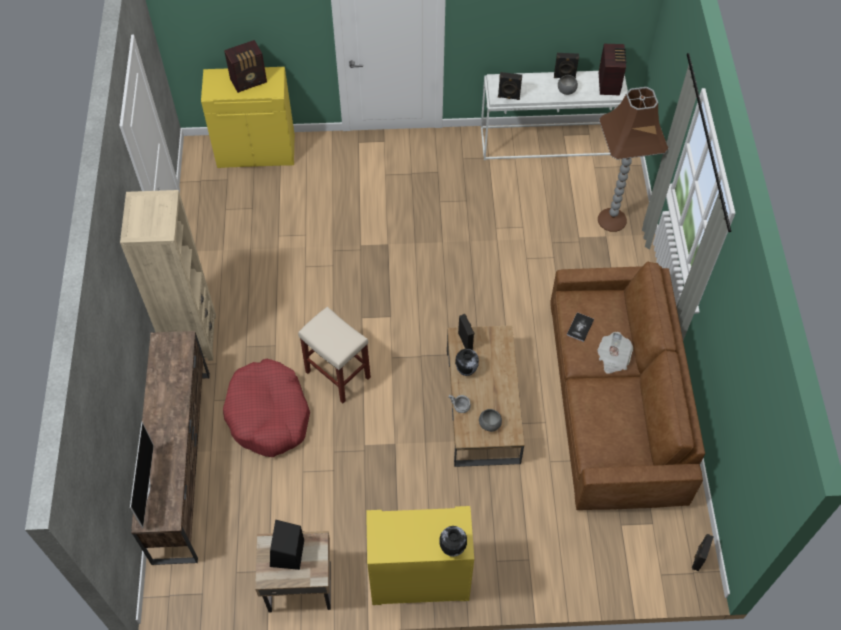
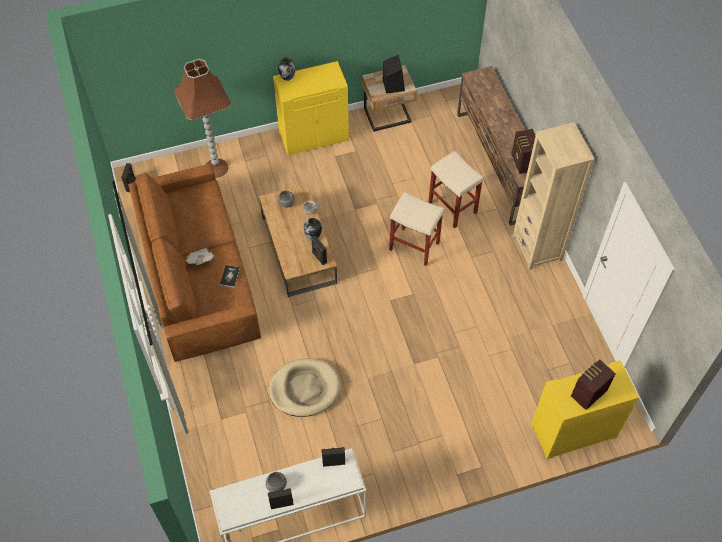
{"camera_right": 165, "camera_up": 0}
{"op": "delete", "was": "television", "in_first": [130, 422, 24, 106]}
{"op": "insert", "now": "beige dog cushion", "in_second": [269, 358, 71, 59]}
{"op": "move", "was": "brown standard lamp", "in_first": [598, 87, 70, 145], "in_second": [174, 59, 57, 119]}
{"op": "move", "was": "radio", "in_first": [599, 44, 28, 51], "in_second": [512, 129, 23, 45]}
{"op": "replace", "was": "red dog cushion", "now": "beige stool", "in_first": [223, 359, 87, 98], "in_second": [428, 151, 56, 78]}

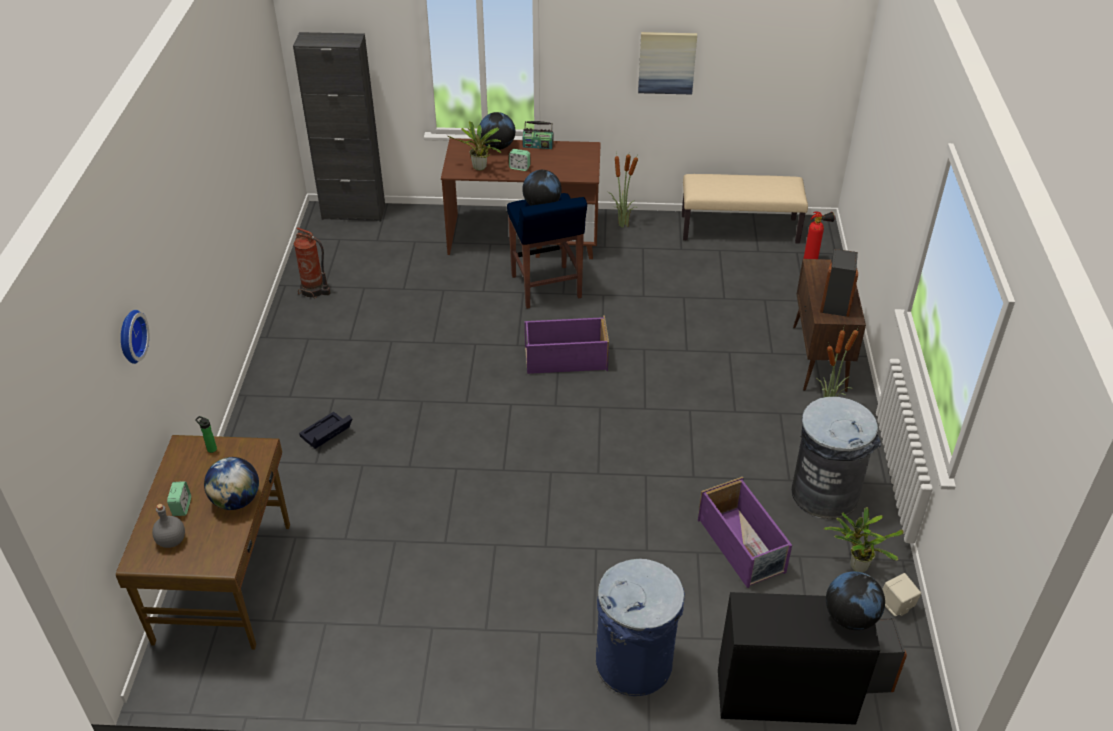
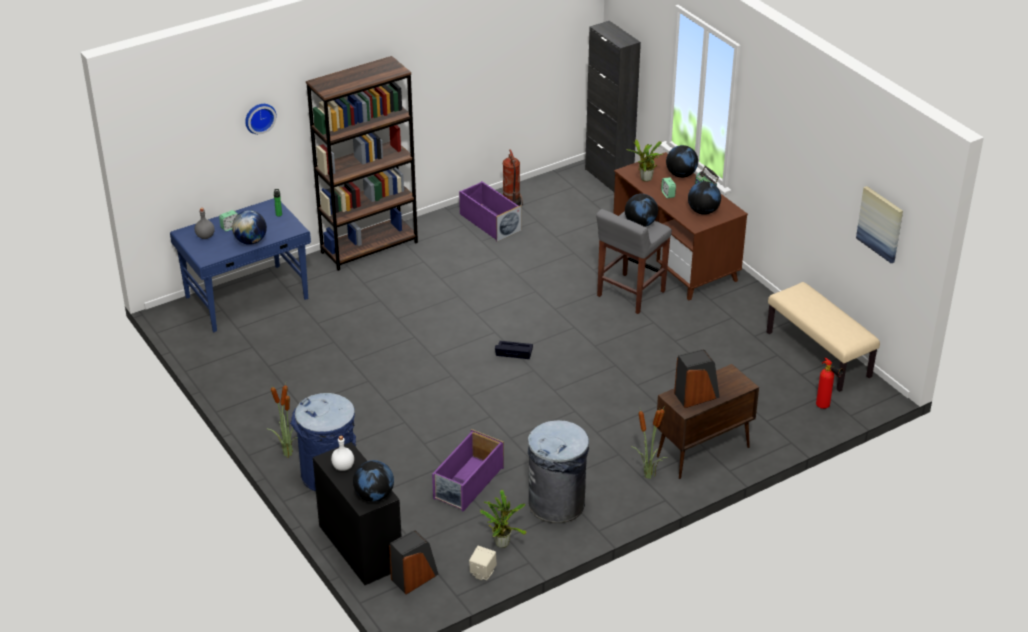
{"camera_right": 55, "camera_up": -5}
{"op": "insert", "now": "brown bookshelf", "in_second": [306, 56, 112, 215]}
{"op": "insert", "now": "whitish beverage bottle", "in_second": [331, 436, 23, 35]}
{"op": "insert", "now": "world globe", "in_second": [688, 181, 33, 34]}
{"op": "move", "was": "blackish storage bin", "in_first": [299, 412, 53, 37], "in_second": [495, 341, 38, 18]}
{"op": "move", "was": "purple storage bin", "in_first": [525, 315, 84, 59], "in_second": [459, 181, 63, 61]}
{"op": "move", "was": "houseplant", "in_first": [607, 152, 31, 75], "in_second": [266, 384, 31, 74]}
{"op": "move", "was": "picture", "in_first": [638, 32, 59, 62], "in_second": [856, 186, 47, 78]}
{"op": "recolor", "was": "brown desk table", "now": "bluish desk table", "in_first": [116, 435, 174, 215], "in_second": [170, 198, 141, 134]}
{"op": "recolor", "was": "bluish stool", "now": "grey stool", "in_first": [507, 193, 80, 116], "in_second": [596, 209, 76, 105]}

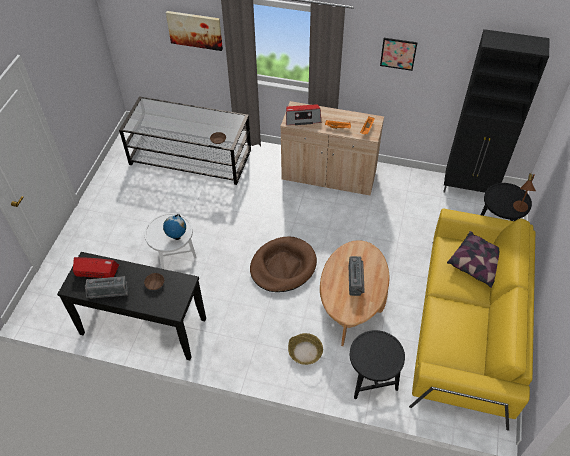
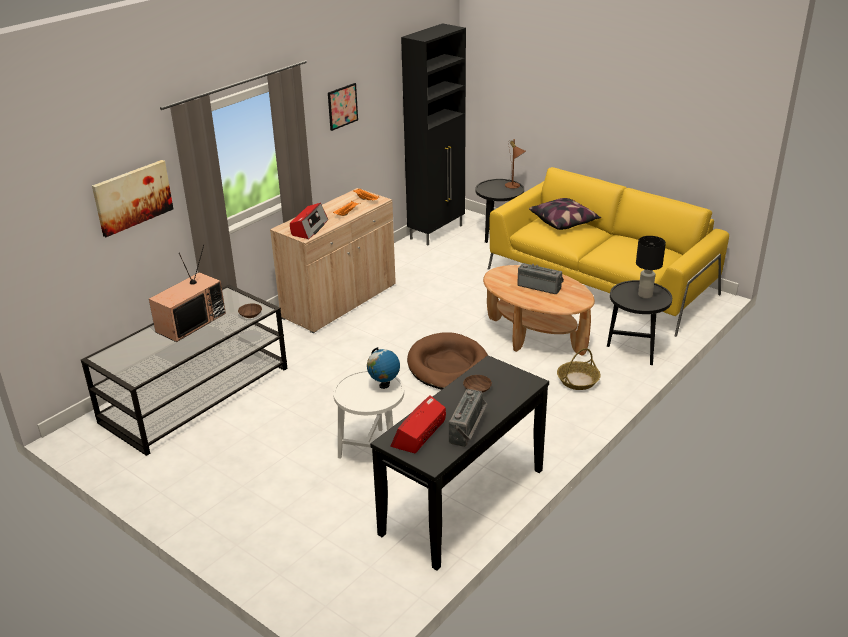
{"camera_right": -65, "camera_up": -20}
{"op": "insert", "now": "television", "in_second": [149, 245, 77, 97]}
{"op": "insert", "now": "blackish table lamp", "in_second": [636, 236, 30, 63]}

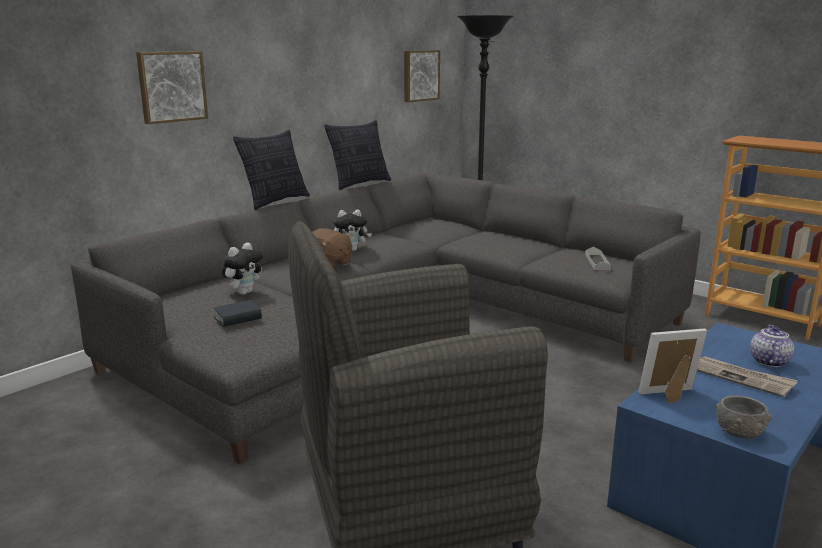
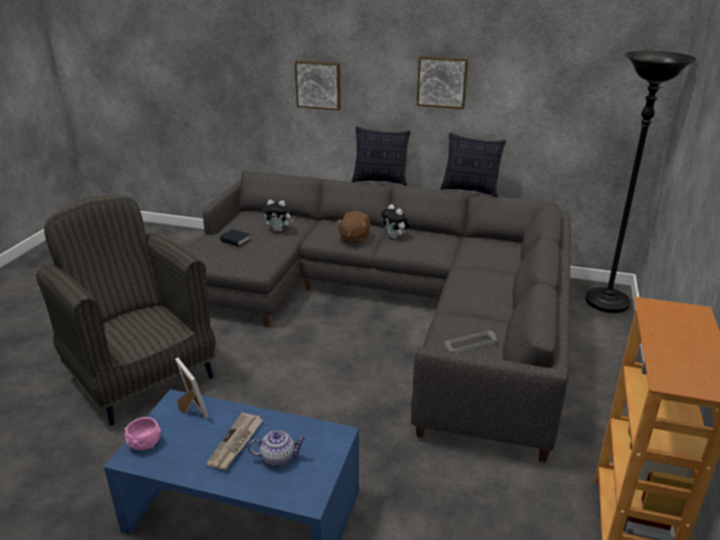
{"camera_right": 65, "camera_up": 10}
{"op": "move", "was": "picture", "in_first": [404, 50, 36, 52], "in_second": [417, 56, 51, 53]}
{"op": "recolor", "was": "grey deep dish", "now": "pinkish deep dish", "in_first": [715, 396, 57, 43], "in_second": [125, 417, 36, 33]}

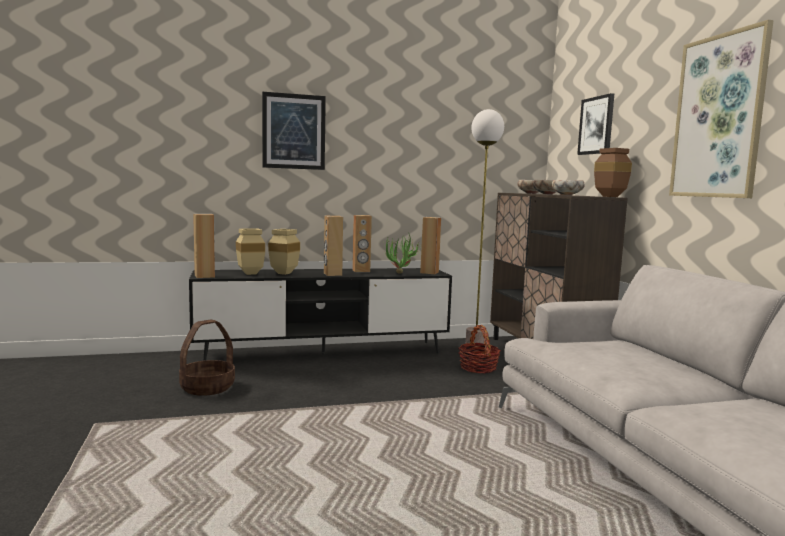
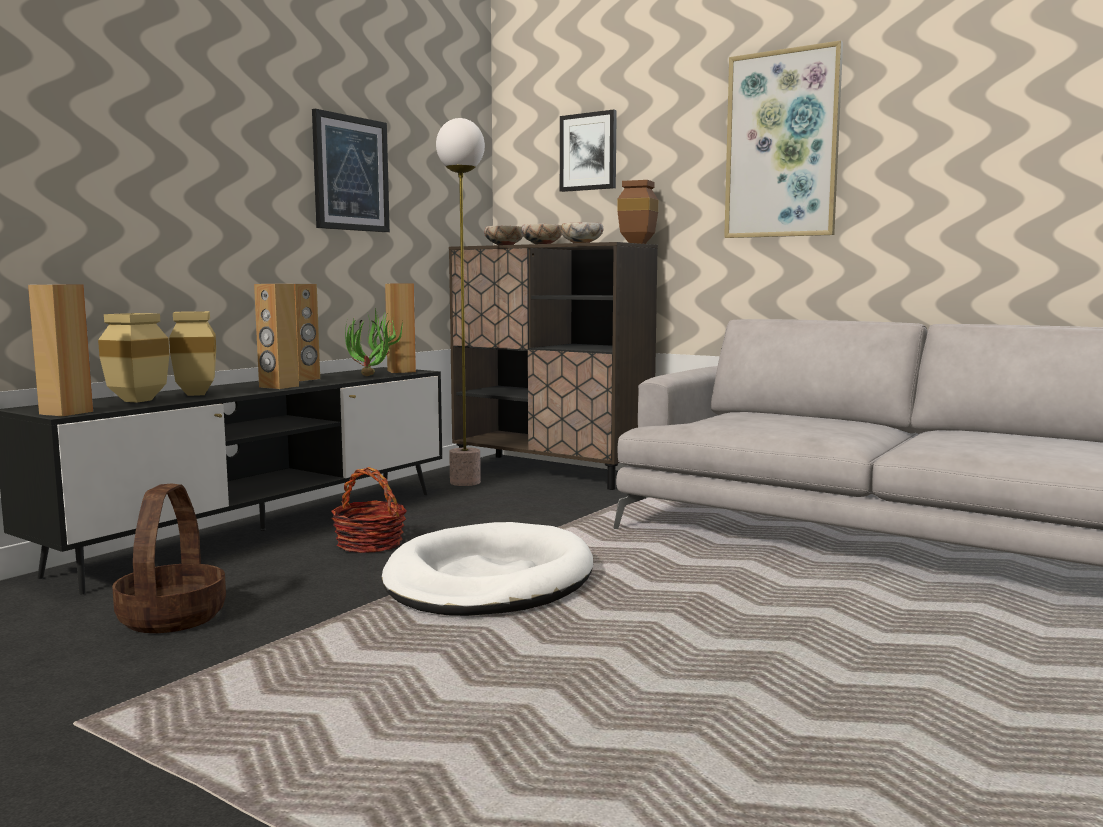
{"camera_right": -40, "camera_up": 0}
{"op": "insert", "now": "whitish dog cushion", "in_second": [381, 522, 212, 94]}
{"op": "move", "was": "picture", "in_first": [262, 92, 64, 78], "in_second": [312, 109, 78, 123]}
{"op": "move", "was": "storage basket", "in_first": [458, 325, 43, 49], "in_second": [331, 467, 76, 86]}

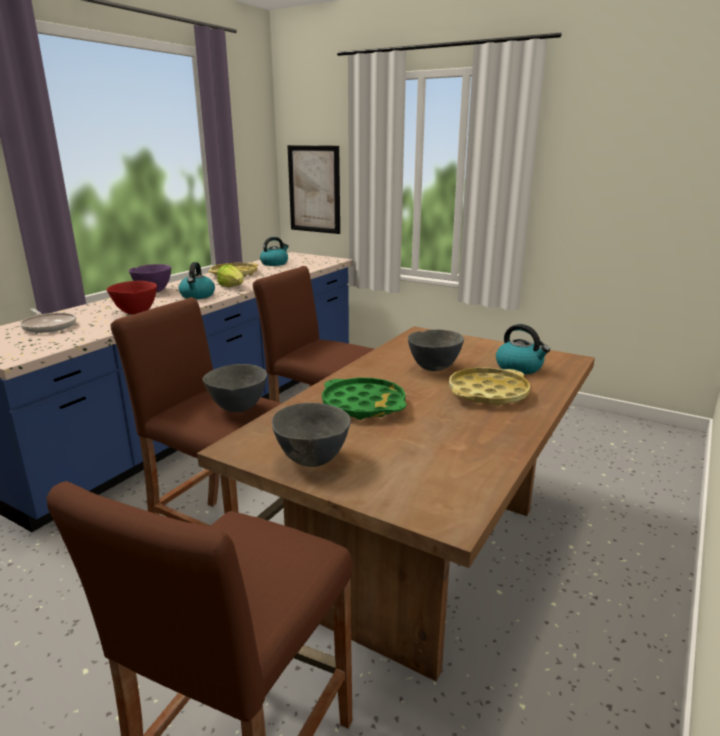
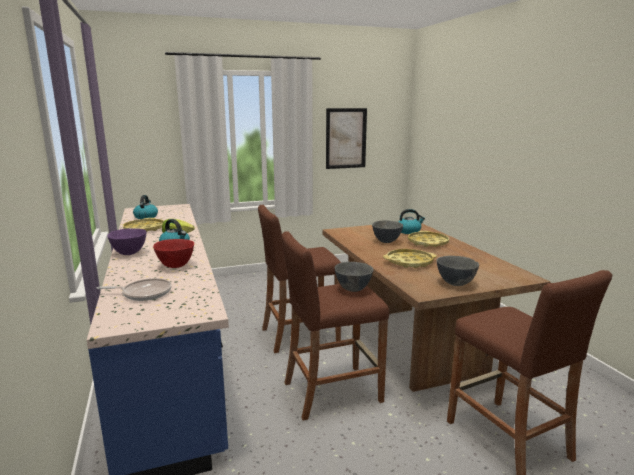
{"camera_right": -50, "camera_up": -5}
{"op": "move", "was": "picture", "in_first": [287, 145, 53, 89], "in_second": [326, 108, 41, 61]}
{"op": "recolor", "was": "green tray", "now": "yellow-coloured tray", "in_first": [322, 378, 84, 42], "in_second": [383, 249, 54, 19]}

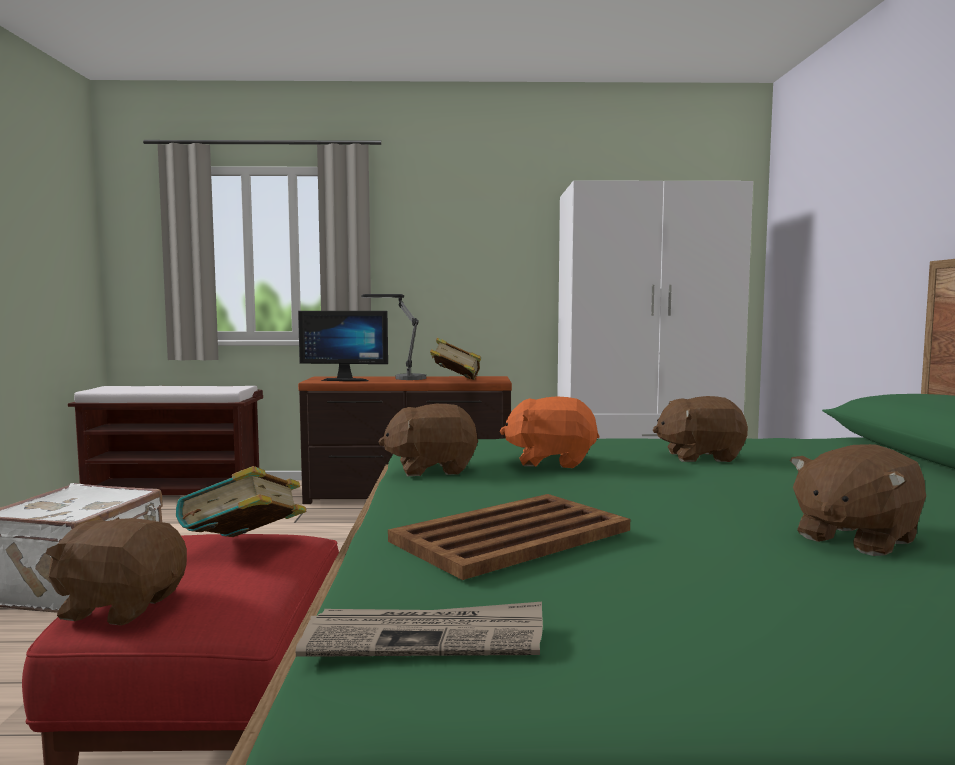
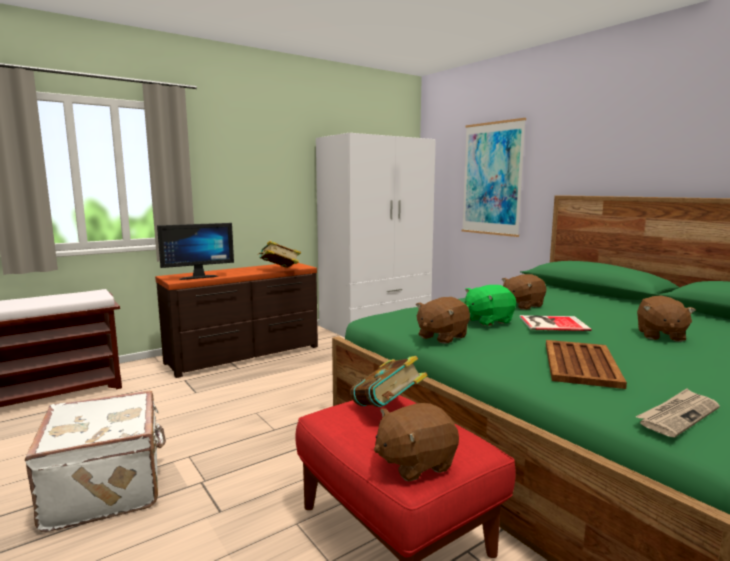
{"camera_right": -35, "camera_up": 5}
{"op": "delete", "was": "table lamp", "in_first": [361, 294, 65, 86]}
{"op": "insert", "now": "picture", "in_second": [462, 118, 64, 119]}
{"op": "insert", "now": "bound book", "in_second": [520, 315, 72, 16]}
{"op": "recolor", "was": "orange soft toy", "now": "green soft toy", "in_first": [500, 396, 99, 72], "in_second": [464, 285, 52, 41]}

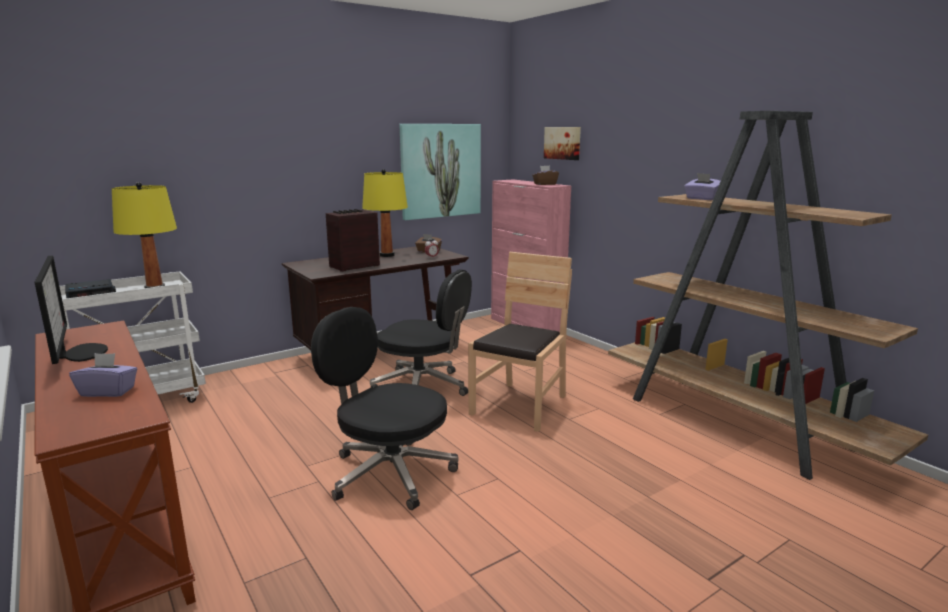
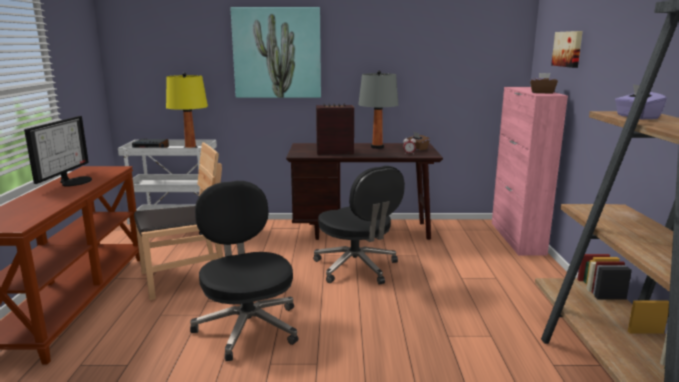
{"camera_right": 35, "camera_up": 0}
{"op": "delete", "was": "purple box of tissues", "in_first": [69, 353, 68, 44]}
{"op": "move", "was": "picture", "in_first": [400, 124, 81, 96], "in_second": [230, 7, 91, 91]}
{"op": "move", "was": "brown chair", "in_first": [468, 252, 104, 180], "in_second": [134, 142, 89, 158]}
{"op": "recolor", "was": "yellow-coloured table lamp", "now": "grey table lamp", "in_first": [362, 169, 46, 88], "in_second": [358, 70, 40, 79]}

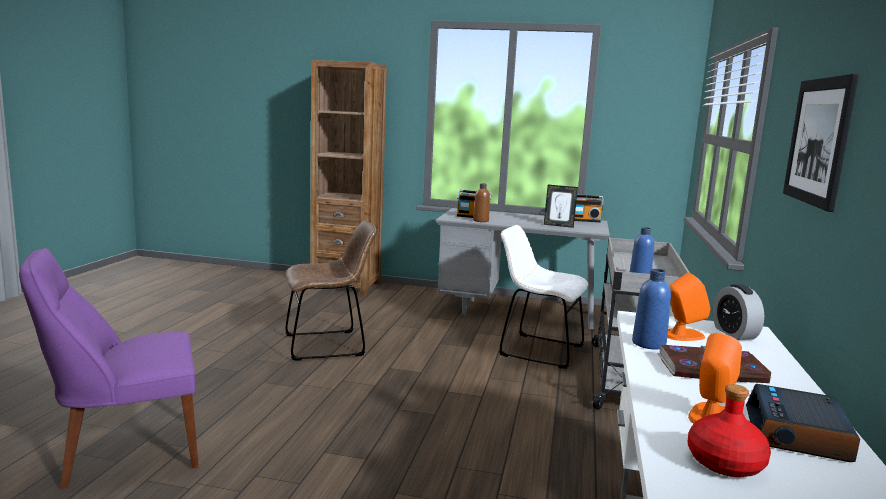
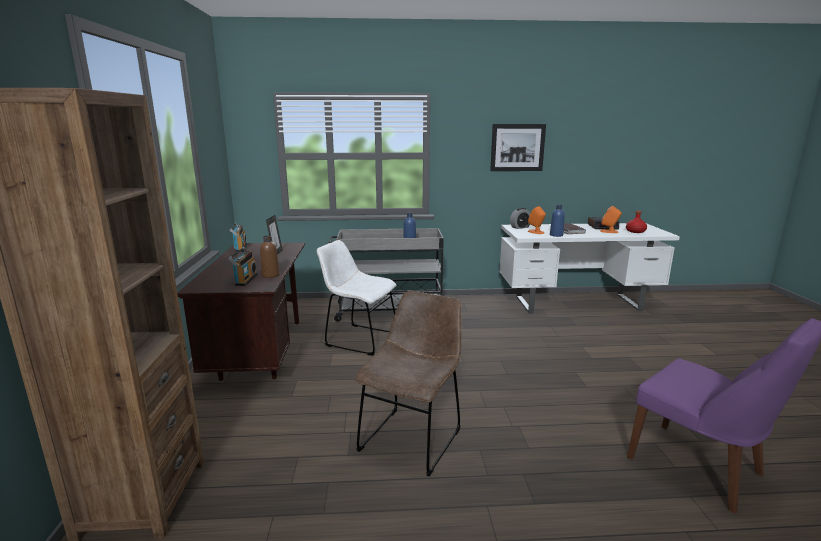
{"camera_right": -105, "camera_up": 5}
{"op": "recolor", "was": "grey desk table", "now": "brown desk table", "in_first": [436, 208, 174, 121], "in_second": [177, 243, 128, 138]}
{"op": "rotate", "was": "brown chair", "in_first": [285, 220, 92, 141], "in_second": [355, 291, 107, 185], "clockwise": 60}
{"op": "rotate", "was": "whitish chair", "in_first": [499, 225, 90, 144], "in_second": [317, 240, 79, 116], "clockwise": 105}

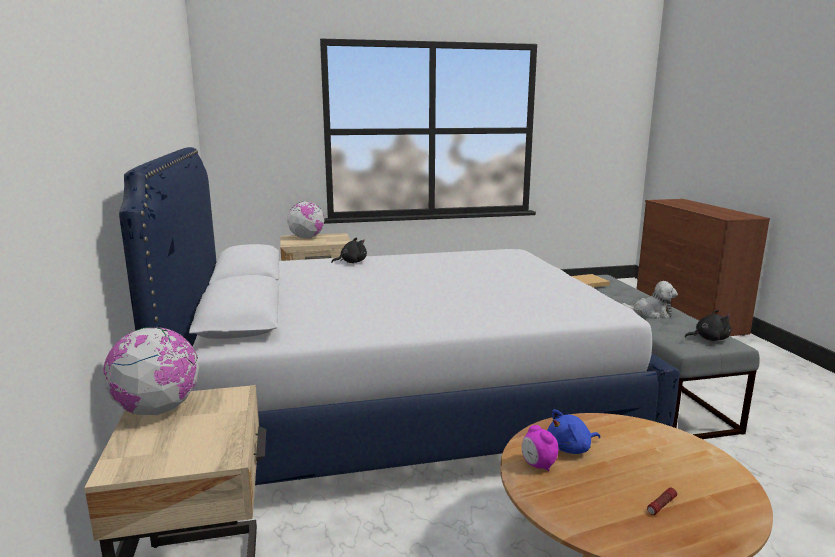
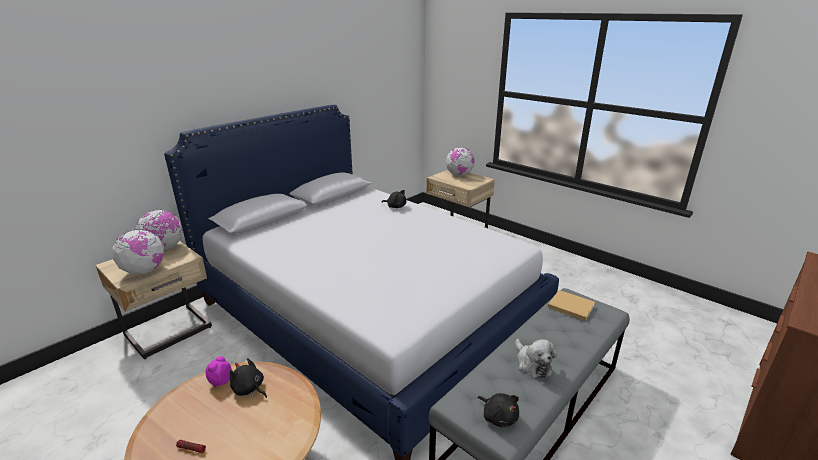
{"camera_right": 55, "camera_up": 10}
{"op": "insert", "now": "world globe", "in_second": [112, 229, 52, 46]}
{"op": "recolor", "was": "bluish soft toy", "now": "blackish soft toy", "in_first": [547, 409, 53, 45], "in_second": [230, 358, 37, 40]}

